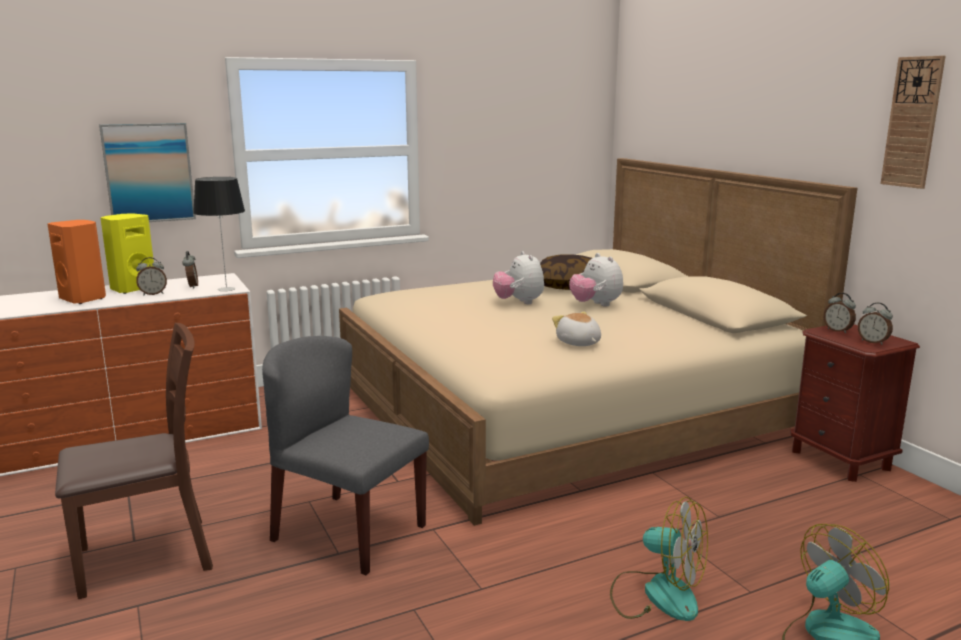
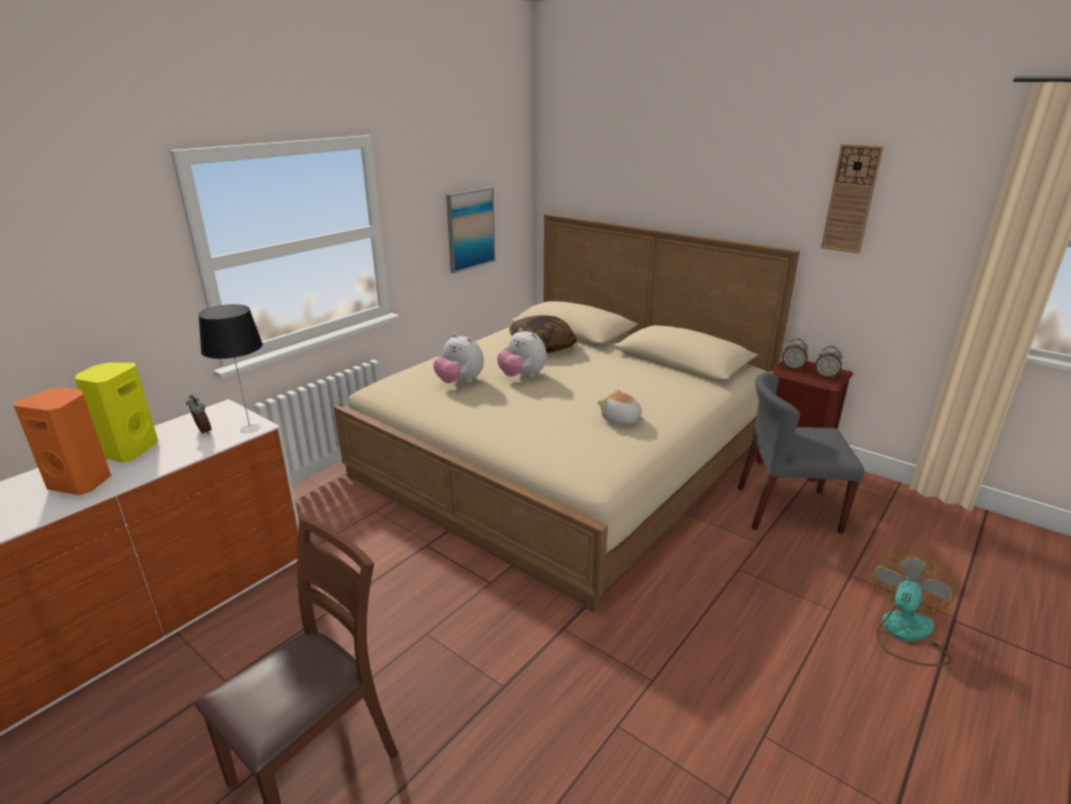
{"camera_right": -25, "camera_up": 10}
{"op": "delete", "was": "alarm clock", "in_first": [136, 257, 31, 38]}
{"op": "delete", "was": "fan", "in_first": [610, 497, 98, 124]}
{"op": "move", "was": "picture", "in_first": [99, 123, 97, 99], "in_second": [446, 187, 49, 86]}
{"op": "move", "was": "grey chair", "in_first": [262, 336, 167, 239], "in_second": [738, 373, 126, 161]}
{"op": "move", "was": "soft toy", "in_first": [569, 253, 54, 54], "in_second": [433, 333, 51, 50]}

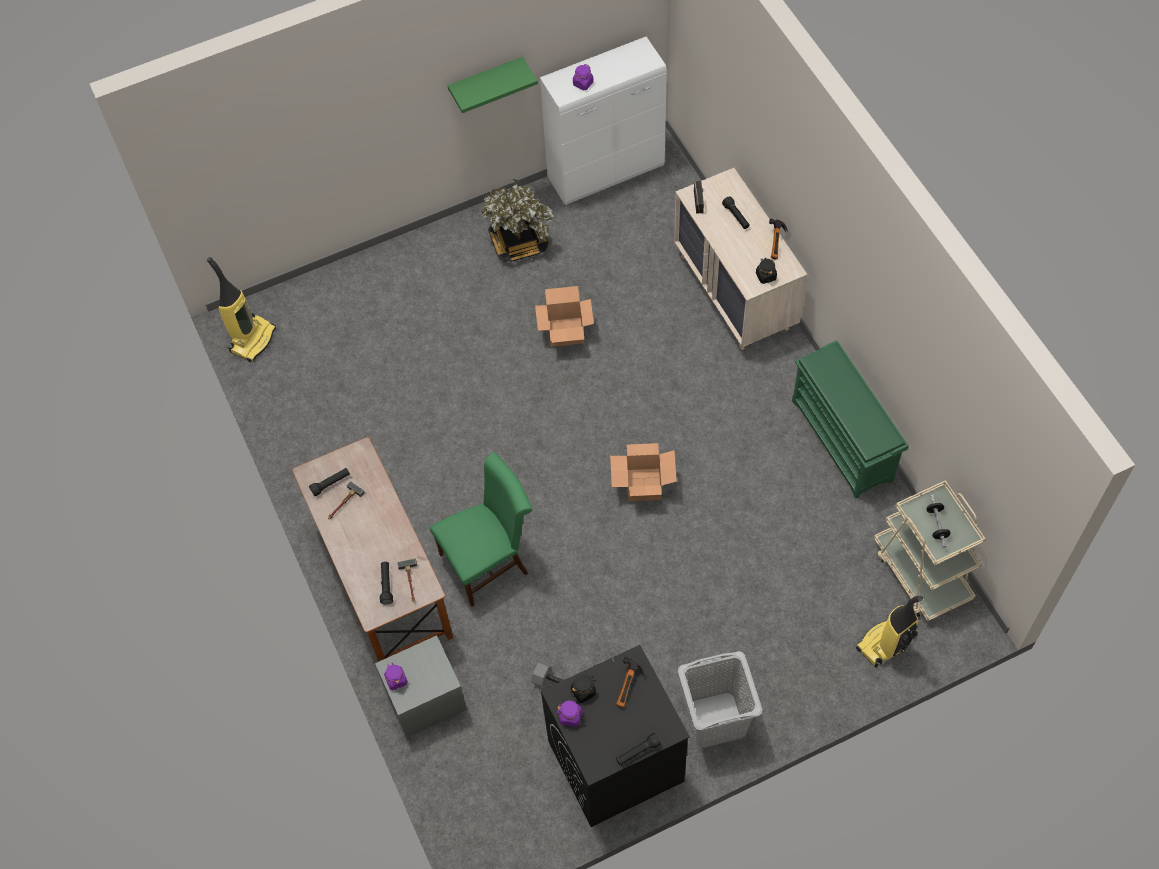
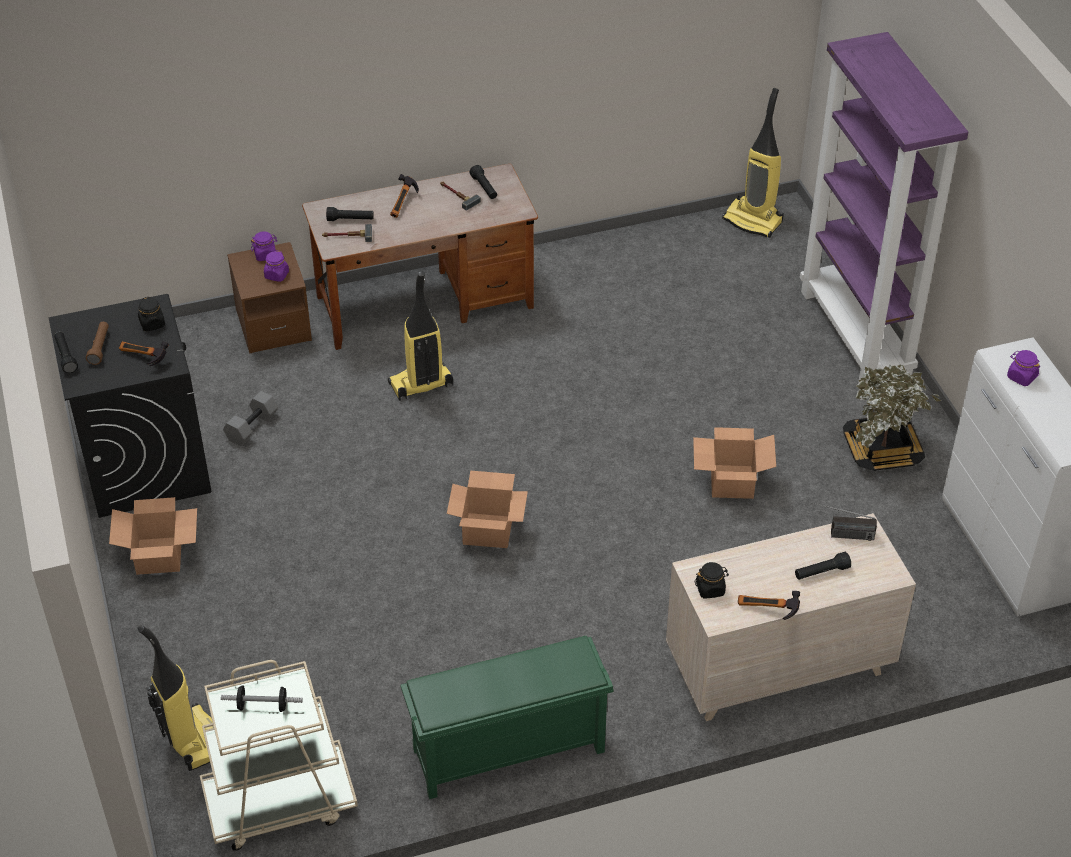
{"camera_right": 95, "camera_up": -15}
{"op": "delete", "was": "green bracket shelf", "in_first": [447, 57, 91, 56]}
{"op": "insert", "now": "brown torch", "in_second": [86, 322, 23, 43]}
{"op": "insert", "now": "hammer", "in_second": [390, 174, 29, 44]}
{"op": "insert", "now": "purple bookshelf", "in_second": [800, 32, 168, 352]}
{"op": "move", "was": "purple storage jar", "in_first": [557, 700, 27, 27], "in_second": [264, 250, 25, 32]}
{"op": "replace", "was": "green chair", "now": "vacuum cleaner", "in_first": [430, 452, 103, 155], "in_second": [388, 271, 65, 129]}
{"op": "replace", "was": "grey laundry basket", "now": "cardboard box", "in_first": [678, 651, 84, 97], "in_second": [109, 497, 88, 78]}
{"op": "recolor", "was": "grey night table", "now": "brown night table", "in_first": [375, 635, 92, 103], "in_second": [227, 242, 85, 112]}

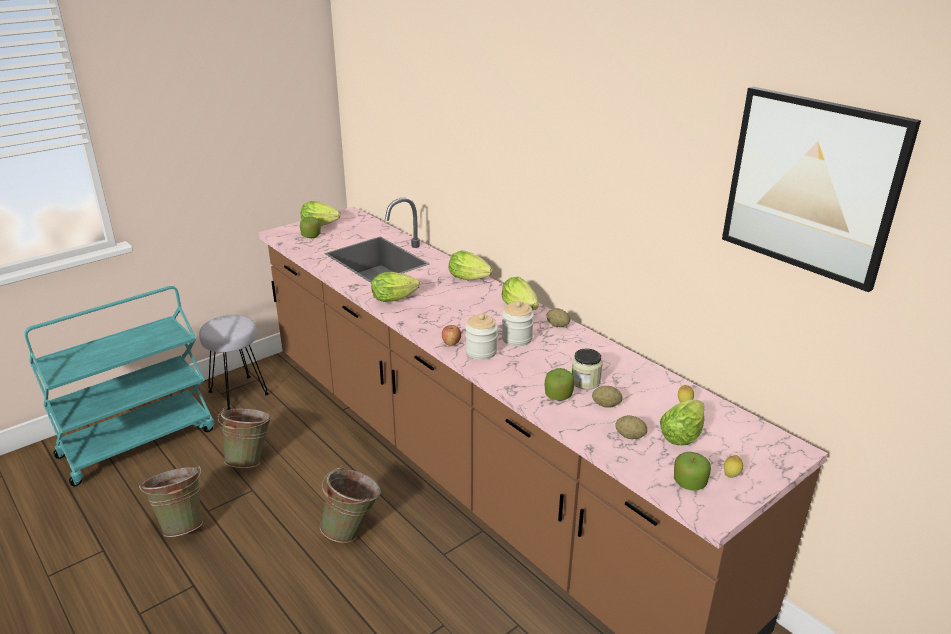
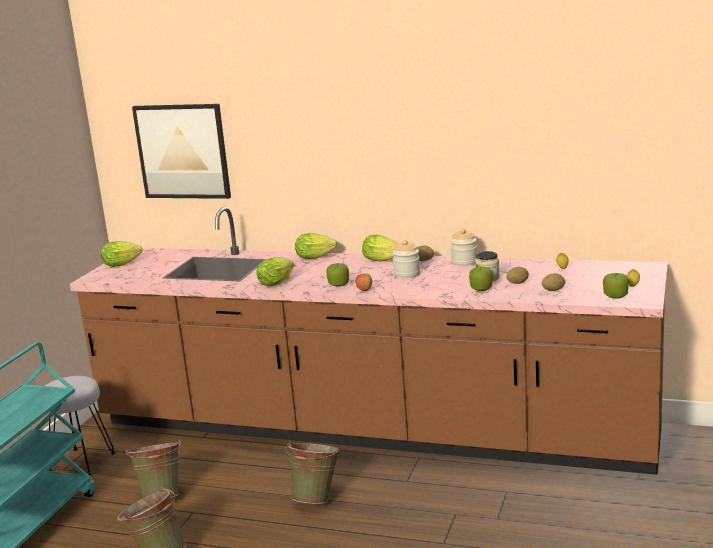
{"camera_right": -30, "camera_up": -10}
{"op": "delete", "was": "head of lettuce", "in_first": [660, 400, 44, 45]}
{"op": "move", "was": "whole apple", "in_first": [300, 217, 21, 21], "in_second": [326, 263, 23, 23]}
{"op": "move", "was": "storage jar", "in_first": [465, 313, 33, 47], "in_second": [450, 229, 27, 37]}
{"op": "move", "was": "picture", "in_first": [722, 87, 199, 205], "in_second": [132, 104, 99, 95]}

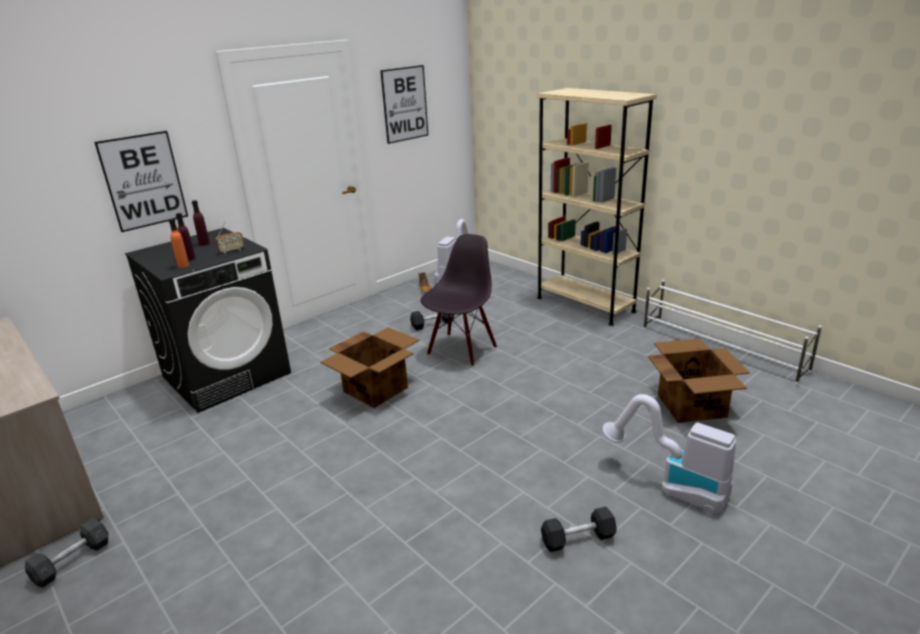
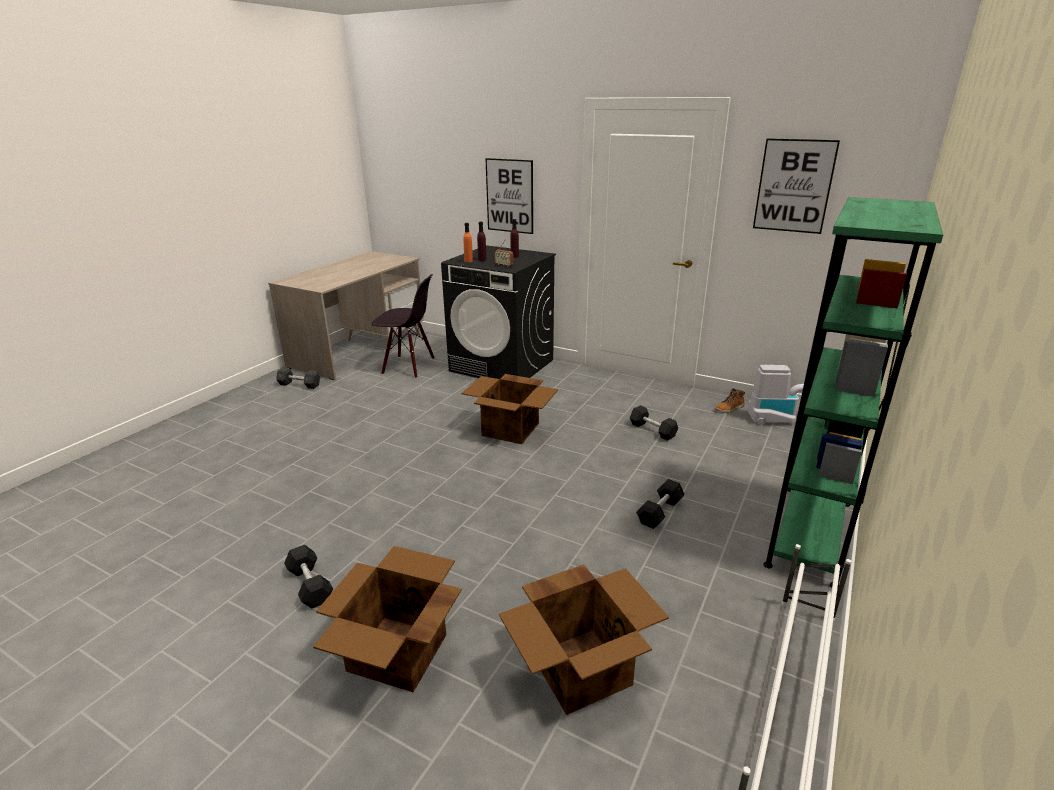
{"camera_right": 70, "camera_up": 0}
{"op": "insert", "now": "blackish free weight", "in_second": [636, 479, 49, 50]}
{"op": "move", "was": "blackish chair", "in_first": [421, 234, 76, 133], "in_second": [371, 274, 64, 104]}
{"op": "replace", "was": "vacuum cleaner", "now": "cardboard box", "in_first": [603, 394, 133, 121], "in_second": [313, 546, 149, 146]}
{"op": "recolor", "was": "beige bookshelf", "now": "green bookshelf", "in_first": [537, 88, 120, 238], "in_second": [763, 197, 180, 393]}

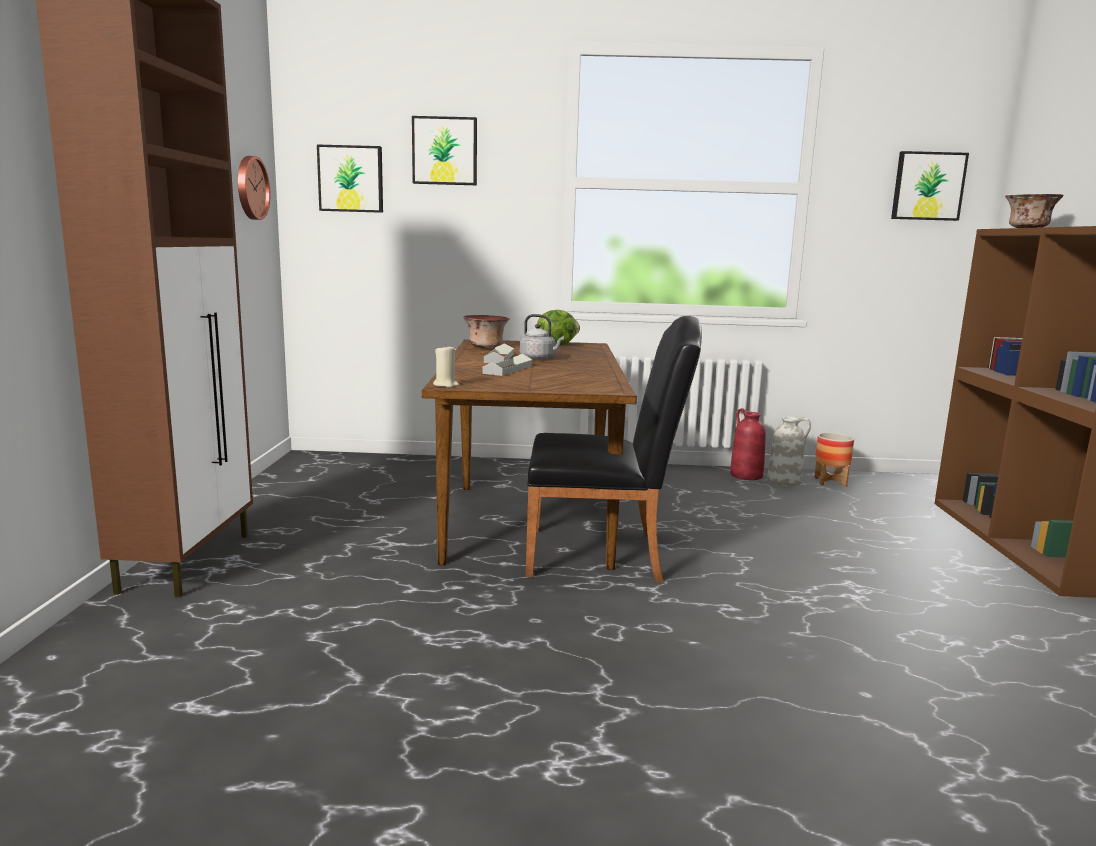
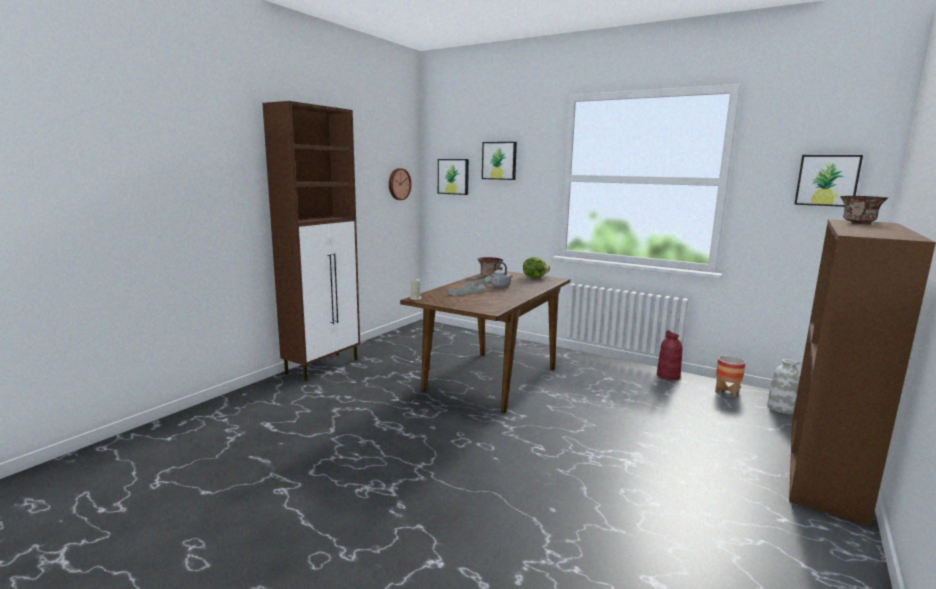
{"camera_right": 30, "camera_up": 0}
{"op": "delete", "was": "blackish chair", "in_first": [526, 316, 176, 267]}
{"op": "move", "was": "whitish flower vase", "in_first": [767, 416, 44, 71], "in_second": [767, 359, 35, 55]}

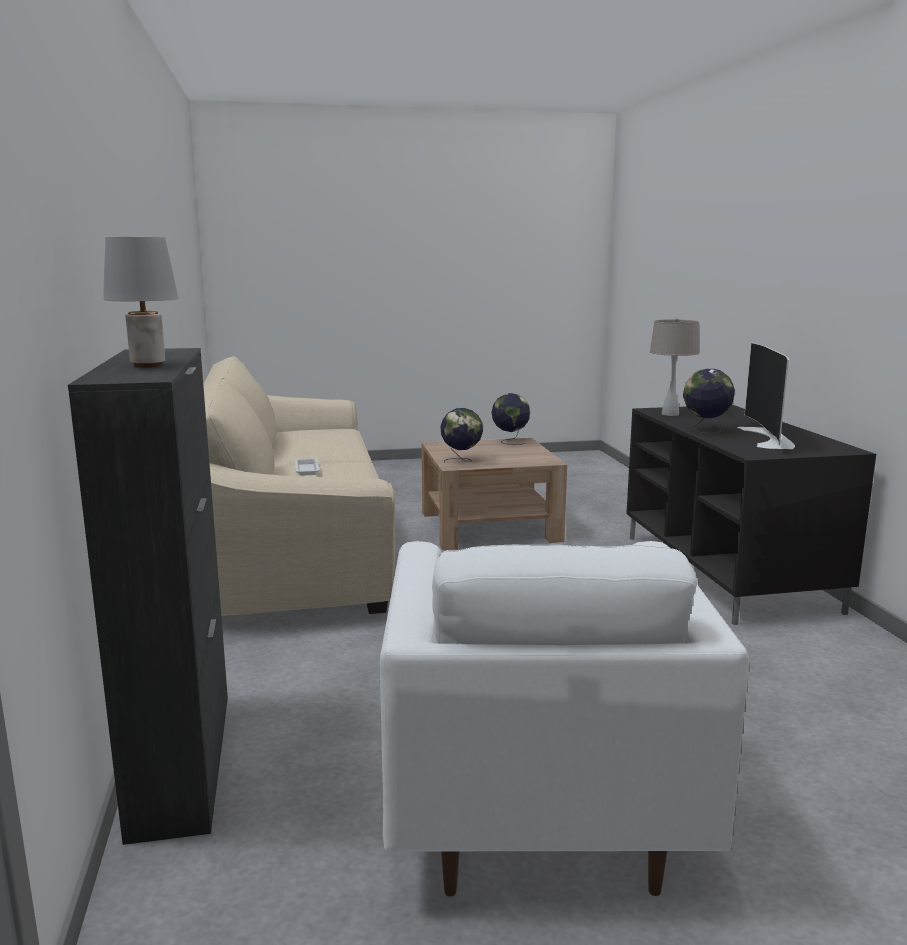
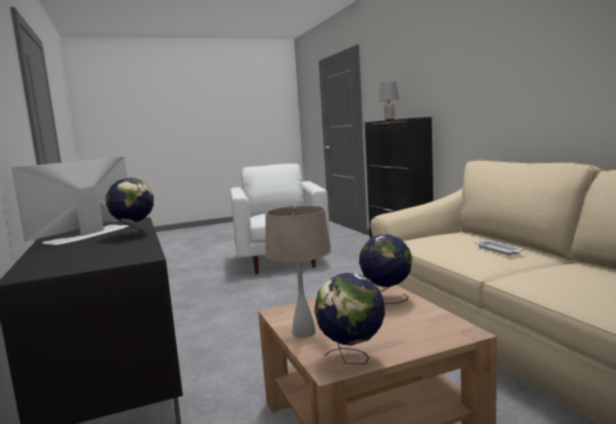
{"camera_right": 170, "camera_up": -5}
{"op": "move", "was": "beige table lamp", "in_first": [650, 318, 49, 98], "in_second": [265, 205, 66, 133]}
{"op": "rotate", "was": "television", "in_first": [737, 343, 58, 106], "in_second": [11, 157, 118, 88], "clockwise": -150}

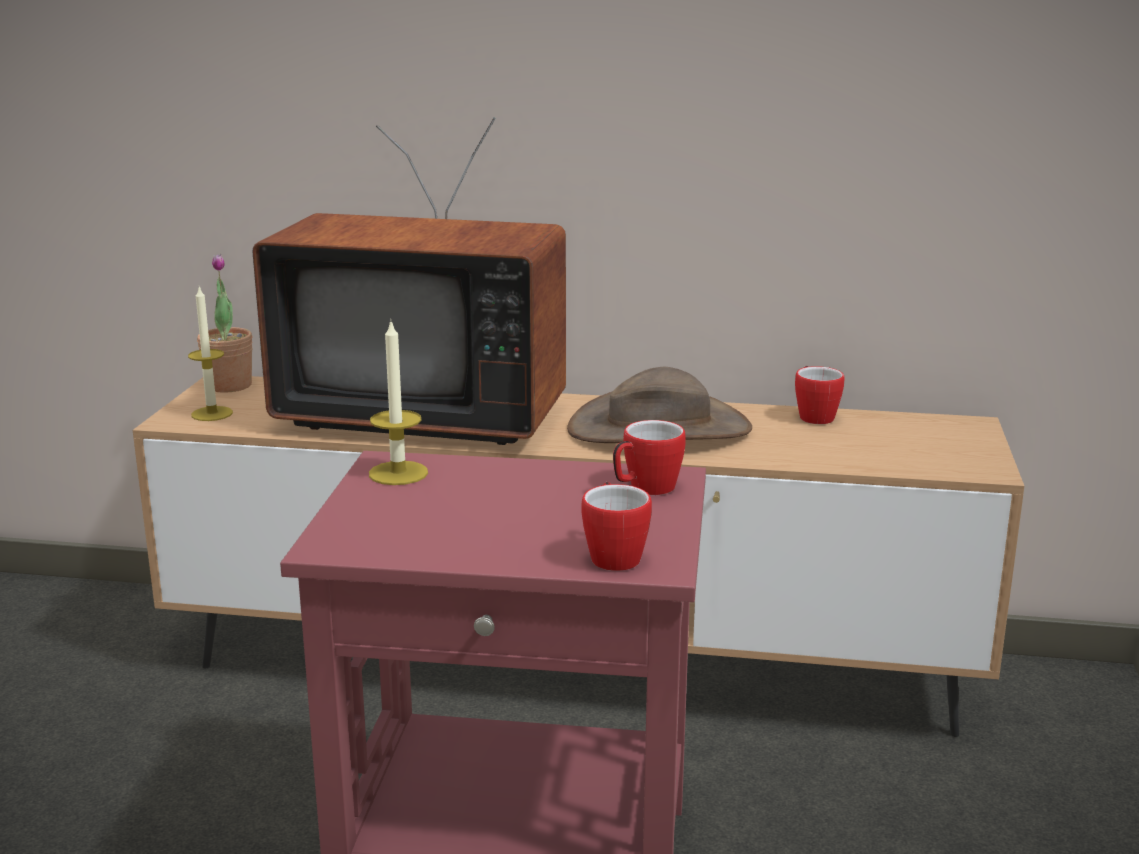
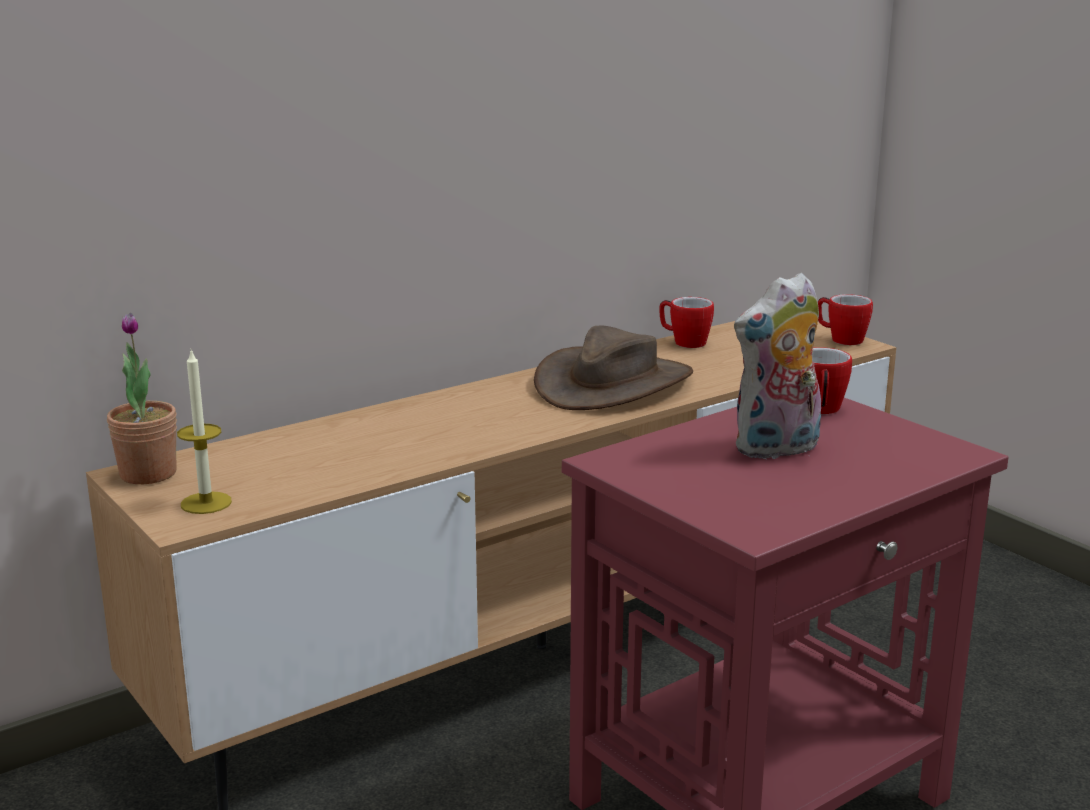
{"camera_right": -45, "camera_up": 0}
{"op": "delete", "was": "television", "in_first": [253, 118, 313, 327]}
{"op": "delete", "was": "wax light", "in_first": [369, 319, 59, 166]}
{"op": "insert", "now": "soft toy", "in_second": [734, 273, 87, 187]}
{"op": "move", "was": "tea mug", "in_first": [582, 482, 70, 89], "in_second": [818, 294, 55, 51]}

